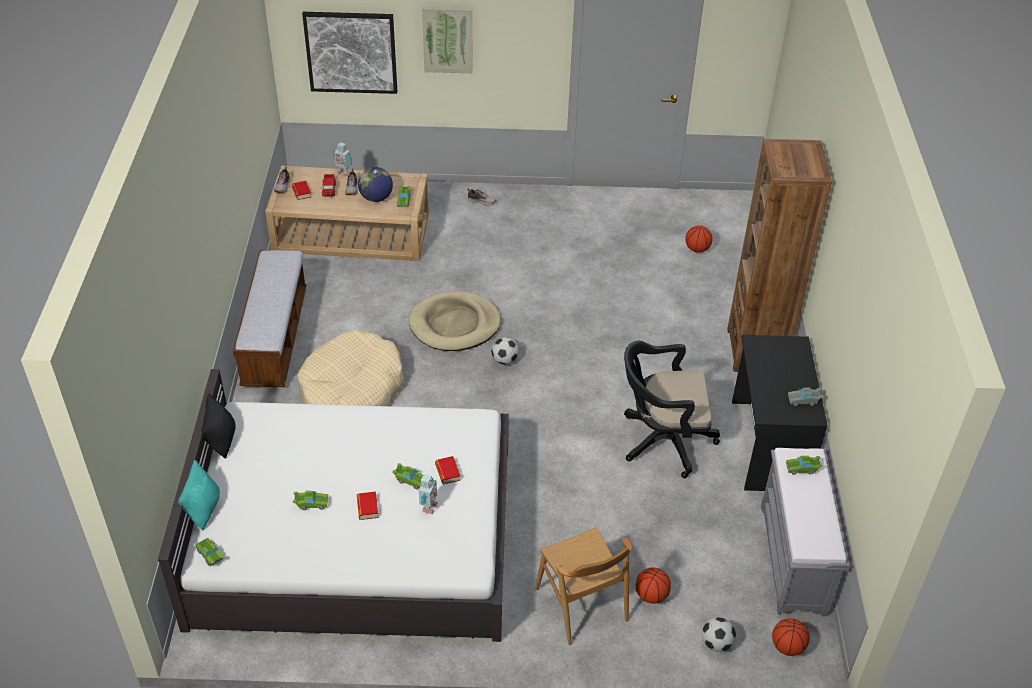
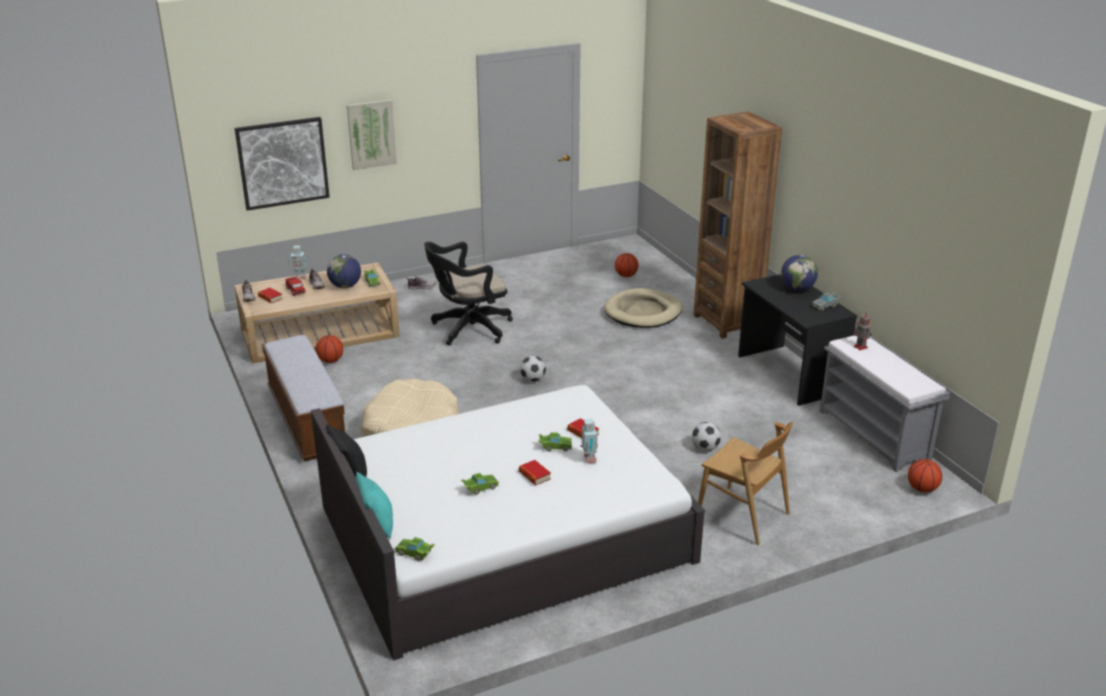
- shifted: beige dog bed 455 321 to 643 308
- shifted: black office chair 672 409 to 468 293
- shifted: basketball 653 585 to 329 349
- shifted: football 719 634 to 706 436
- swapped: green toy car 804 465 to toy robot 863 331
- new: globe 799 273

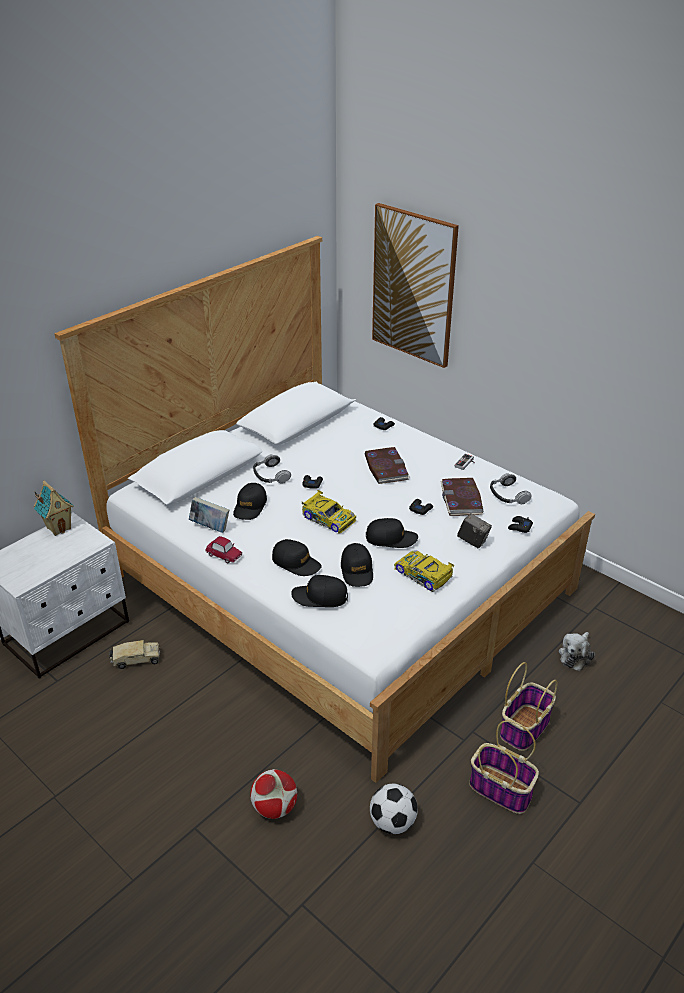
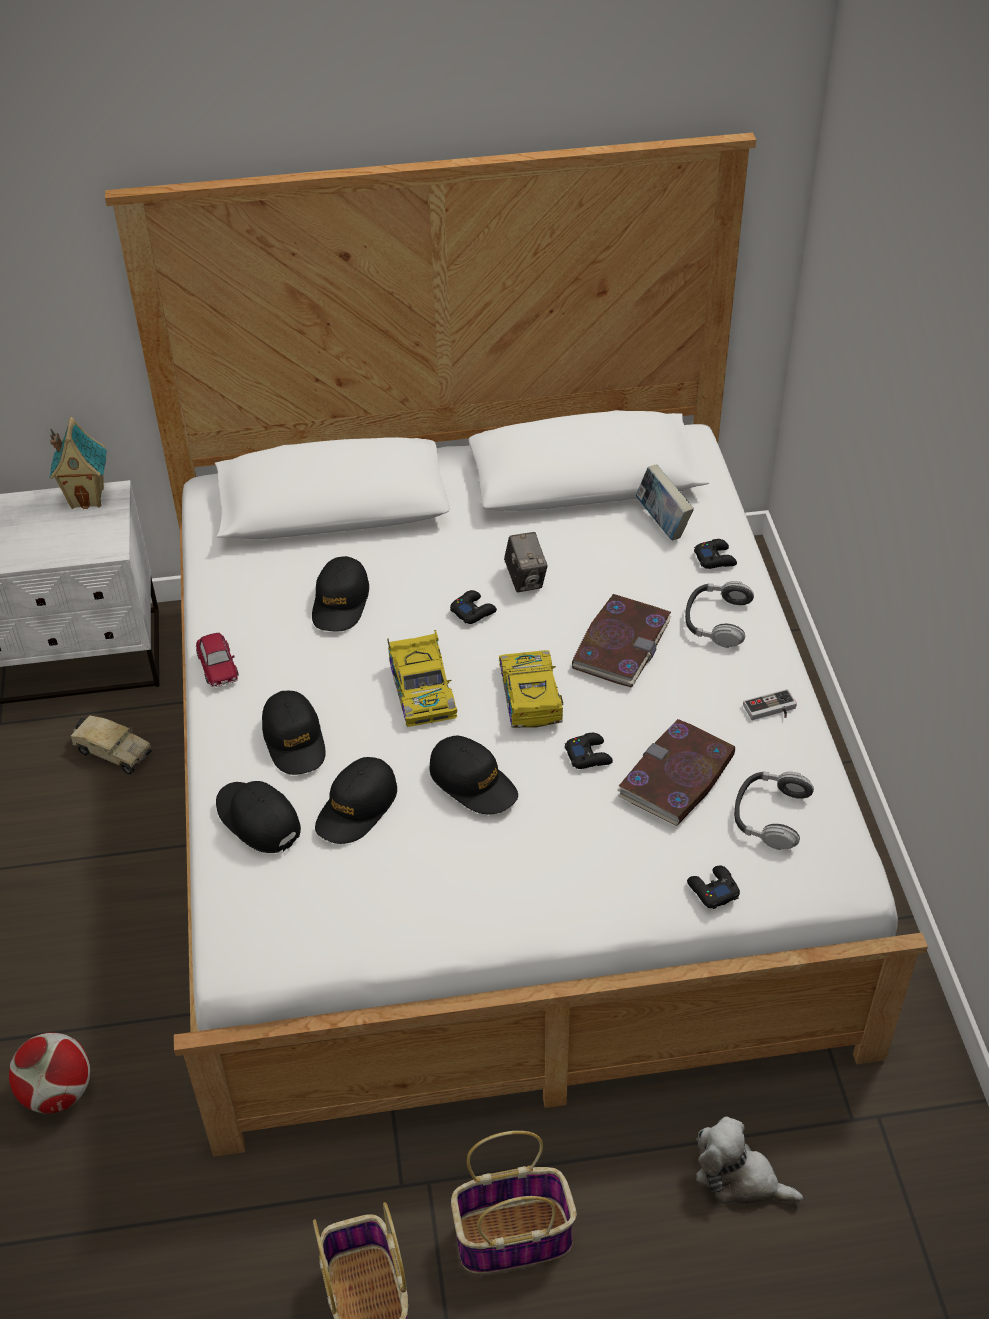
- shifted: book 209 515 to 665 502
- rotated: black cap 250 501 = 340 594 45 degrees counterclockwise
- shifted: headphones 272 468 to 719 614
- gone: football 394 809
- gone: picture 415 285
- shifted: toy car 424 571 to 531 689
- shifted: photo camera 474 530 to 526 562
- rotated: plush toy 577 651 = 749 1160 45 degrees clockwise

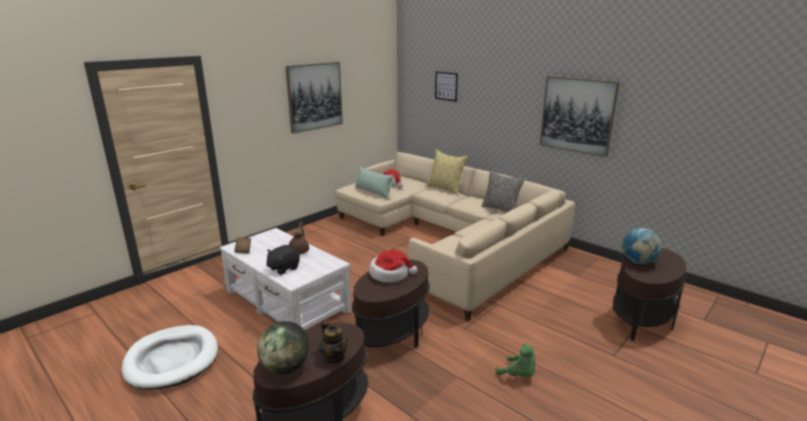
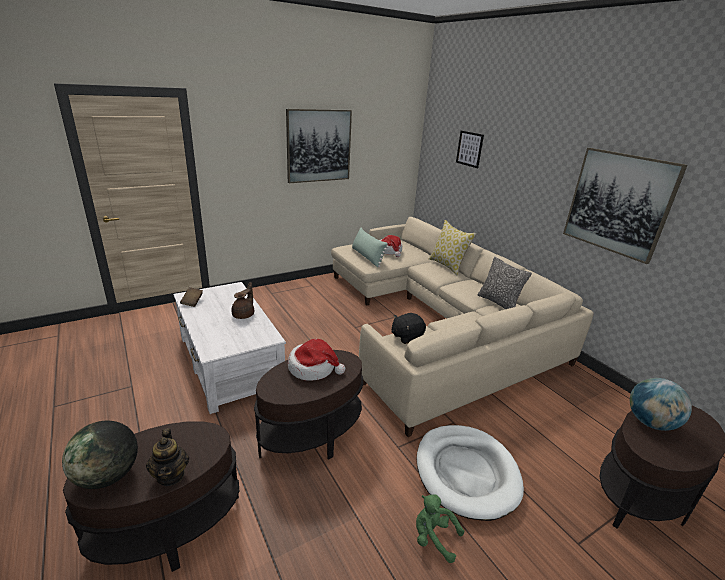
- shifted: white dog bed 170 357 to 470 473
- shifted: black plush toy 283 260 to 409 328
- rotated: green plush toy 516 360 = 440 528 150 degrees clockwise

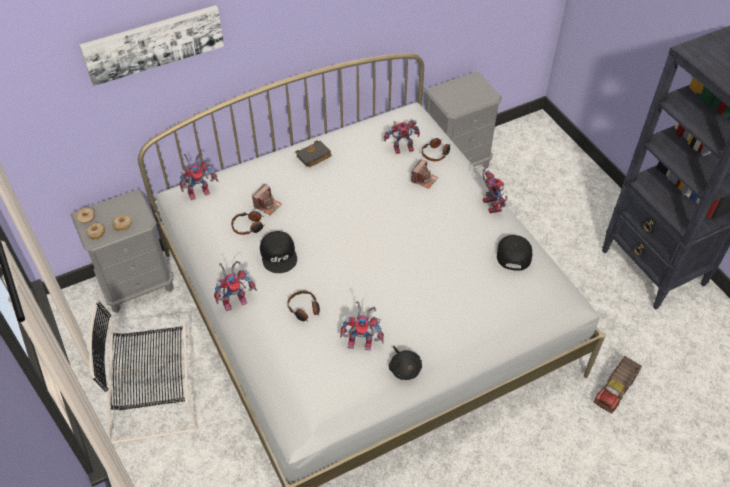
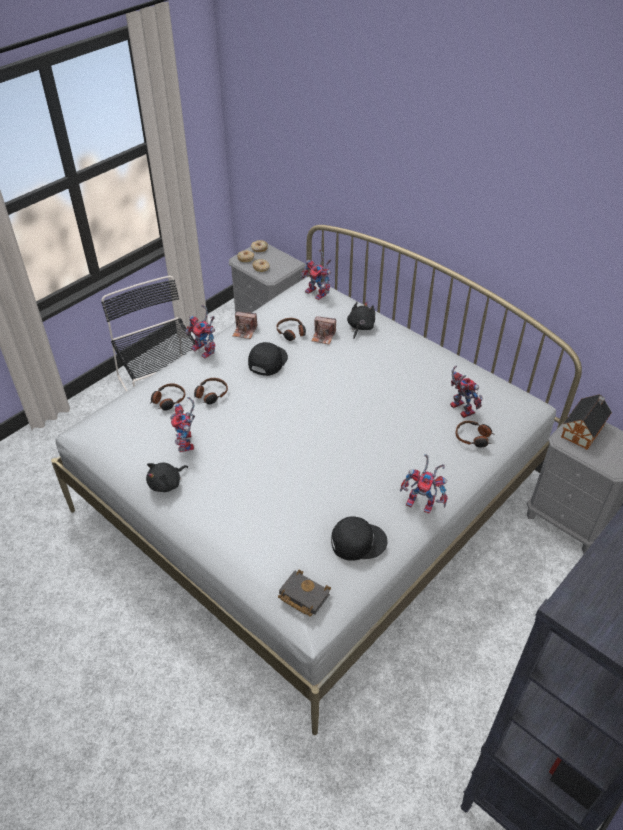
- gone: picture 151 45
- rotated: black cap 278 252 = 268 359 150 degrees clockwise
- shifted: black book 313 153 to 304 593
- shifted: photo camera 424 174 to 245 325
- rotated: toy robot 495 189 = 424 484 60 degrees clockwise
- gone: toy truck 618 385
- new: headphones 167 397
- new: black plush toy 361 320
- new: toy house 586 422

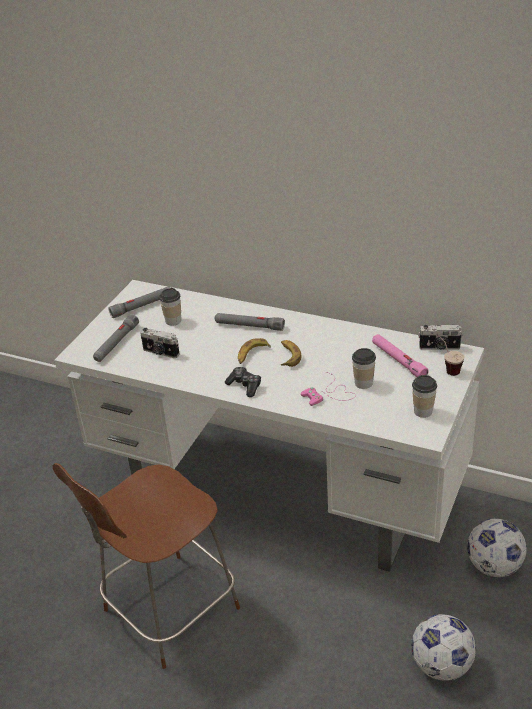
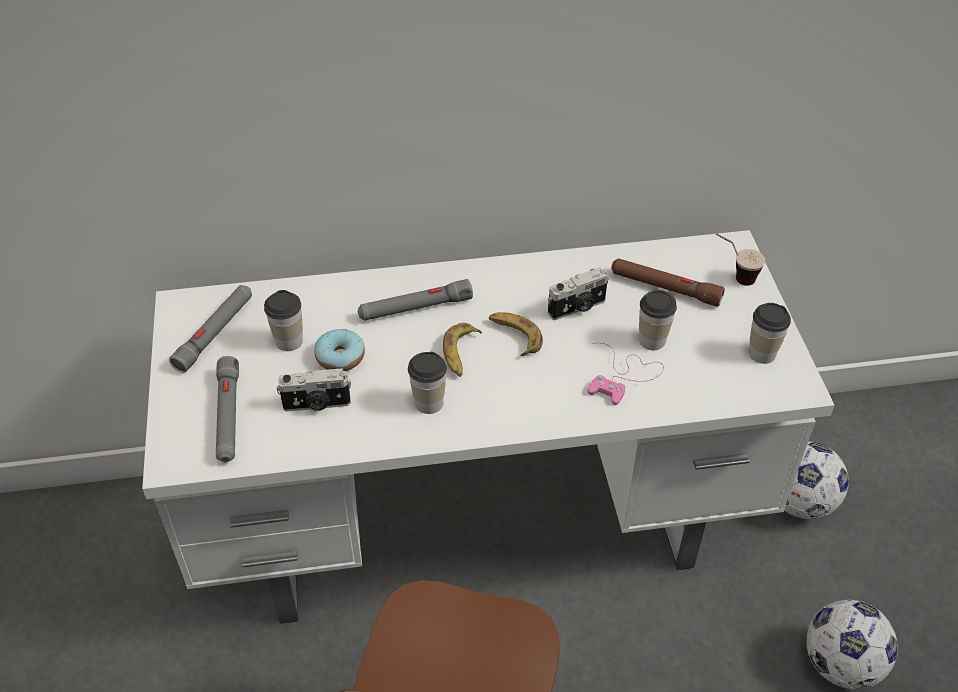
- gone: game controller 243 382
- repainted: pink flashlight 400 355 to brown flashlight 668 282
- shifted: photo camera 440 337 to 578 293
- new: donut 339 350
- new: cup 427 383

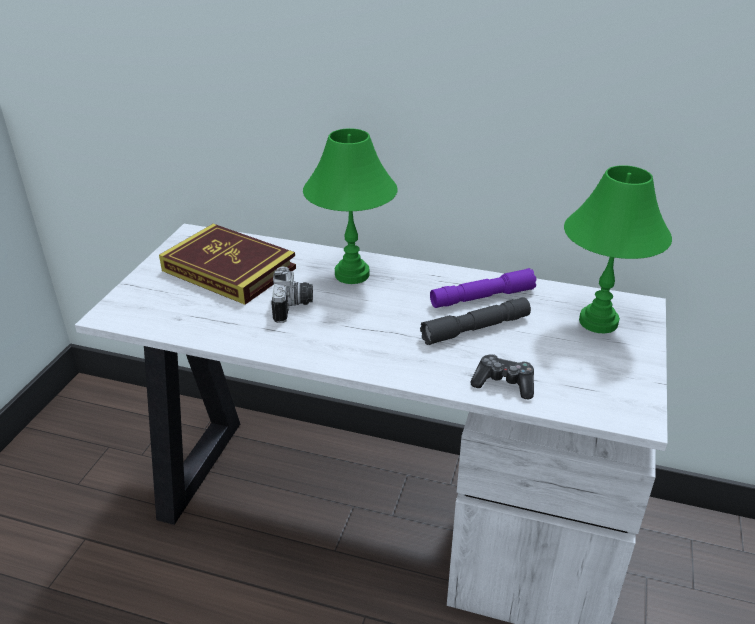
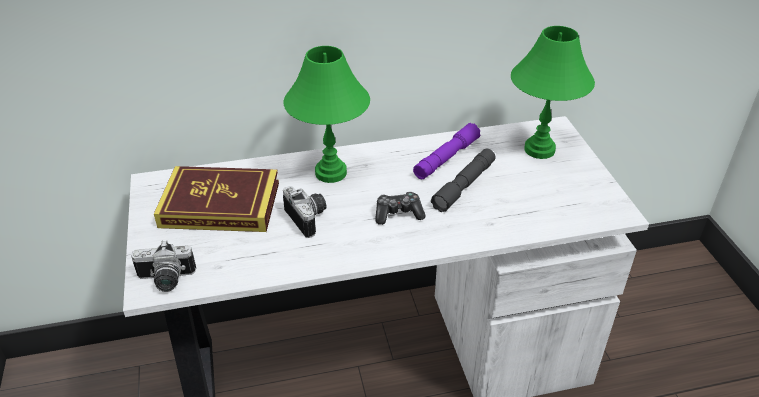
- shifted: game controller 502 376 to 400 208
- new: photo camera 163 266

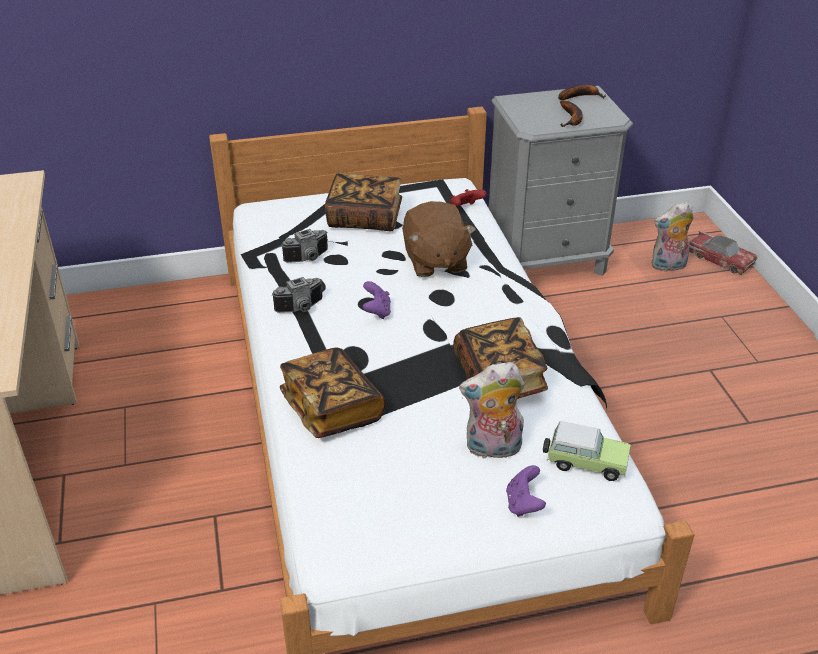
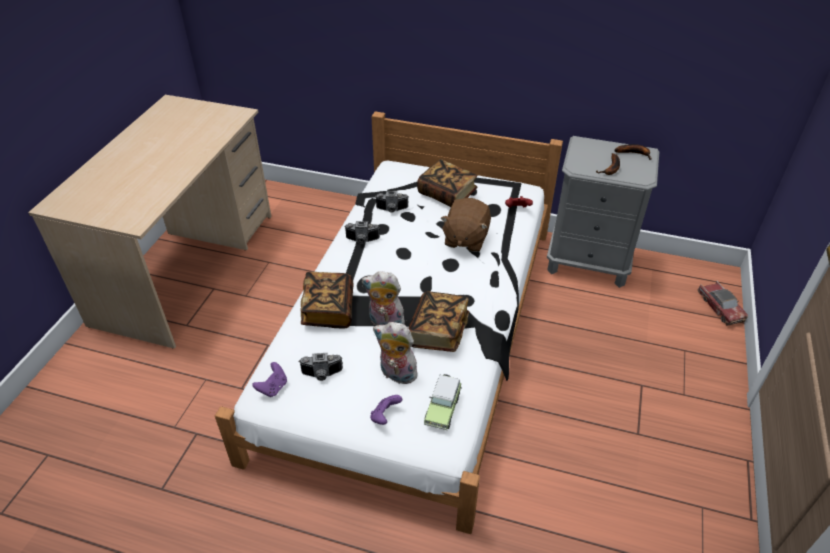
- shifted: purple game controller 377 300 to 269 379
- rotated: toy car 587 451 = 443 402 60 degrees clockwise
- shifted: plush toy 672 237 to 383 298
- new: photo camera 321 367

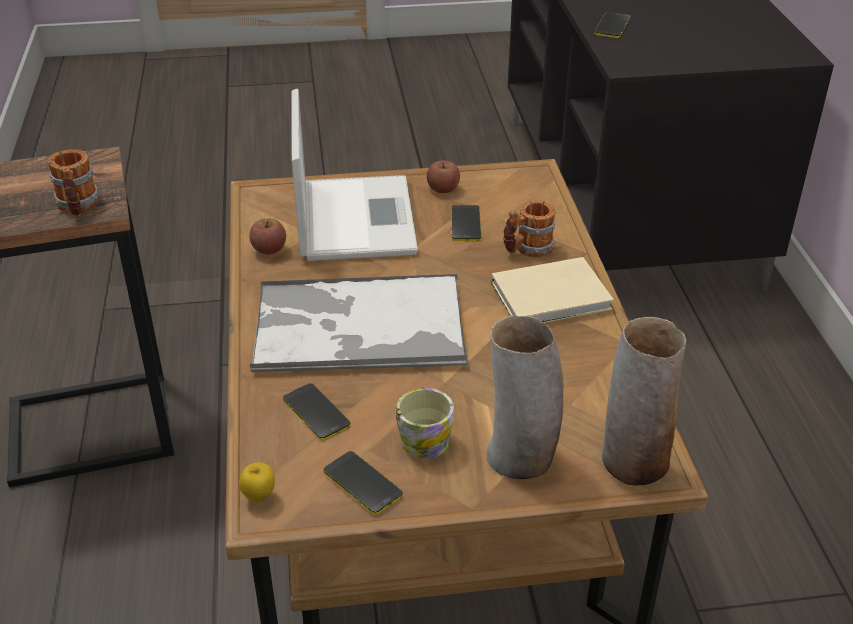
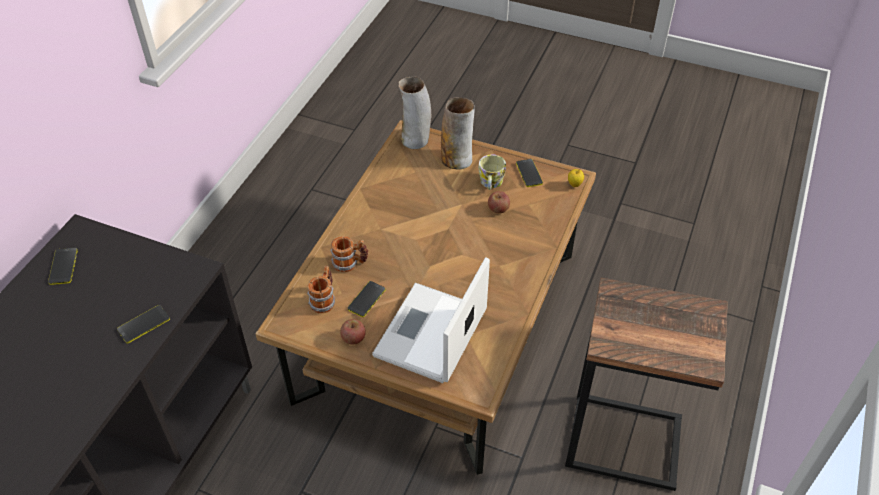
- shifted: mug 73 183 to 321 289
- shifted: apple 267 236 to 499 202
- gone: tray 359 323
- shifted: phone 317 411 to 63 266
- gone: beige book 552 290

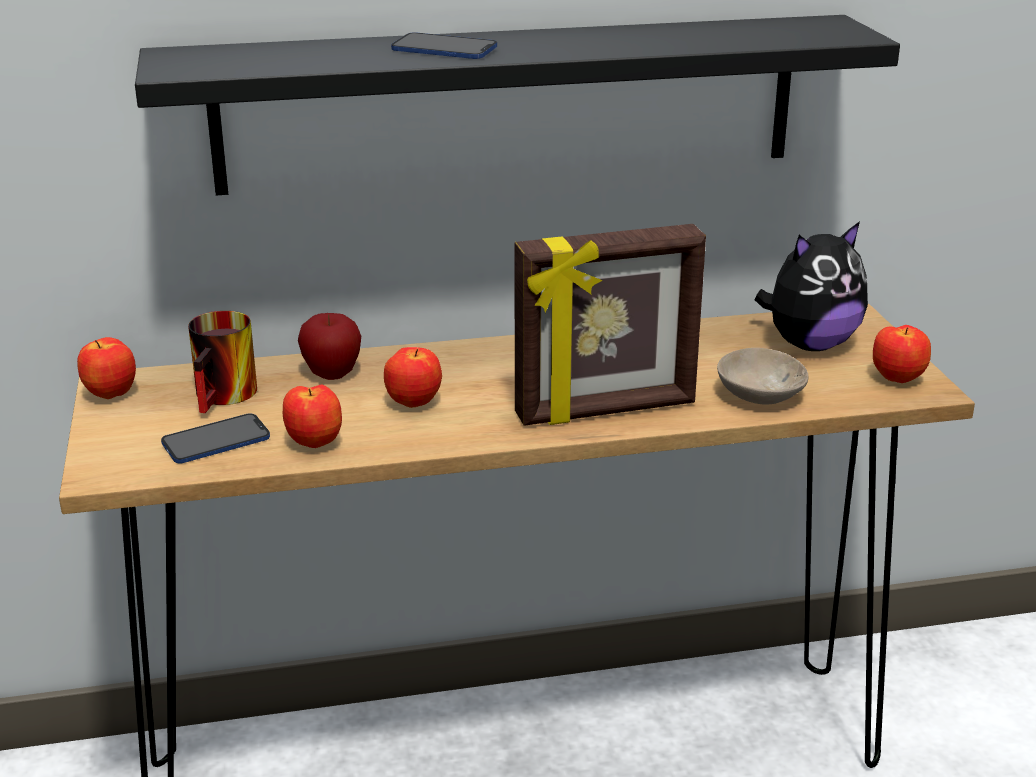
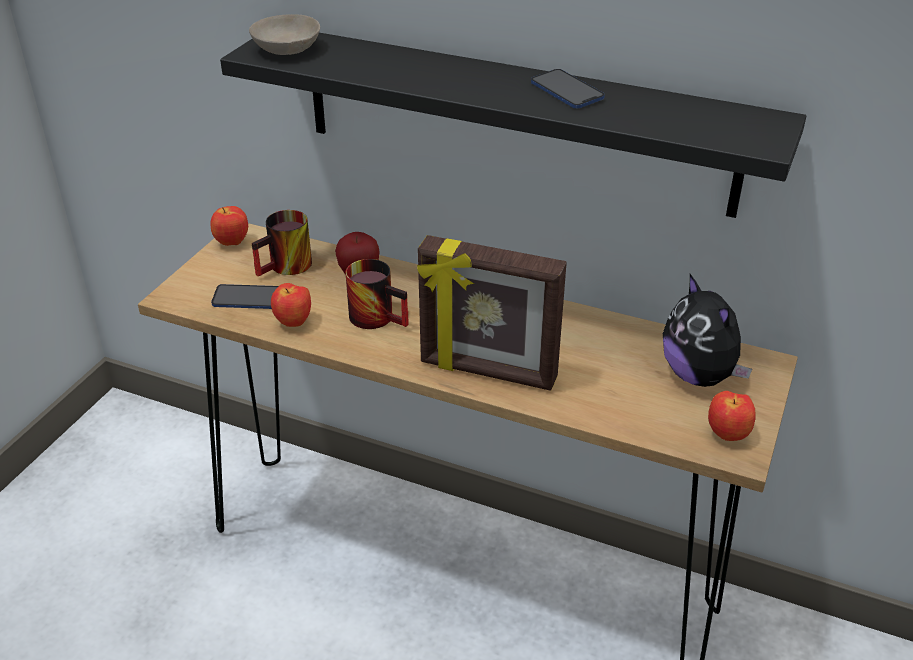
- swapped: apple 413 377 to mug 377 294
- shifted: phone 444 45 to 568 88
- shifted: beige bowl 763 376 to 284 34
- rotated: plush toy 811 286 = 707 330 60 degrees clockwise

